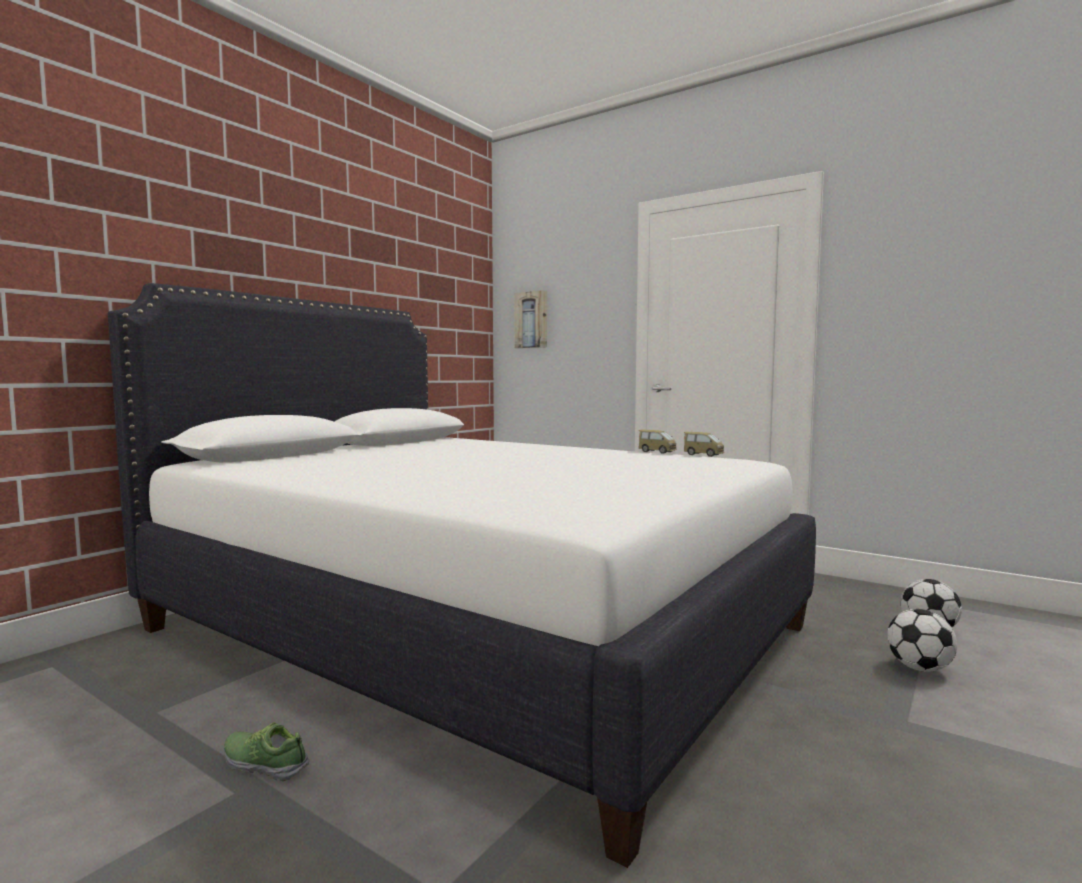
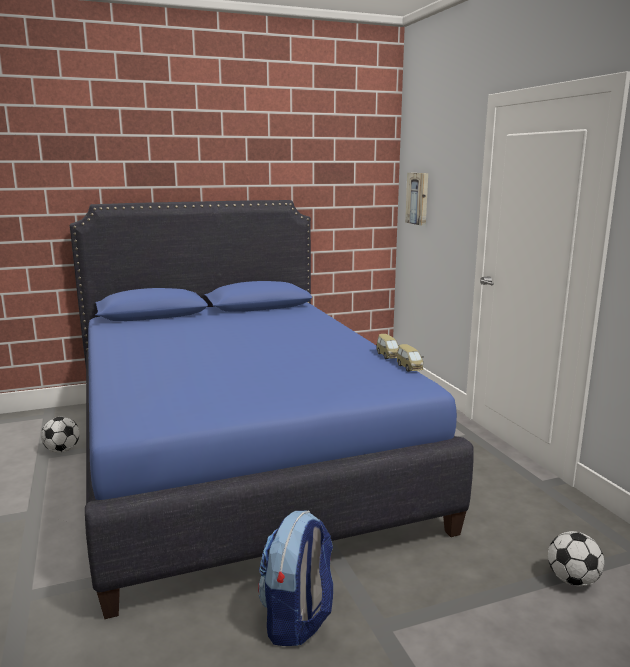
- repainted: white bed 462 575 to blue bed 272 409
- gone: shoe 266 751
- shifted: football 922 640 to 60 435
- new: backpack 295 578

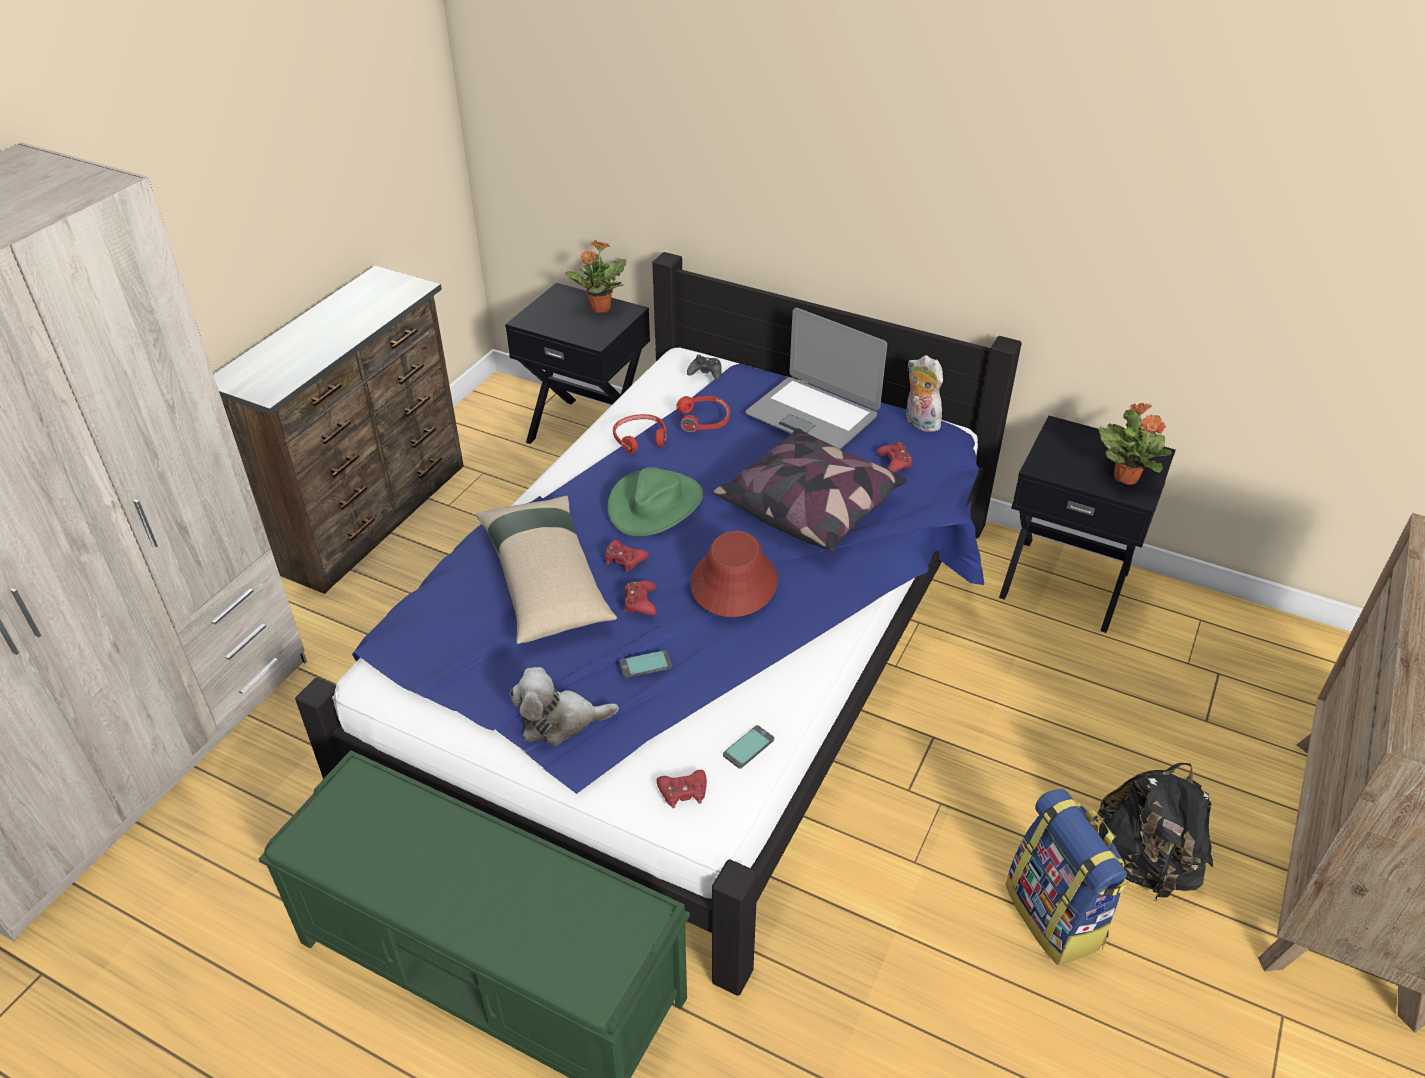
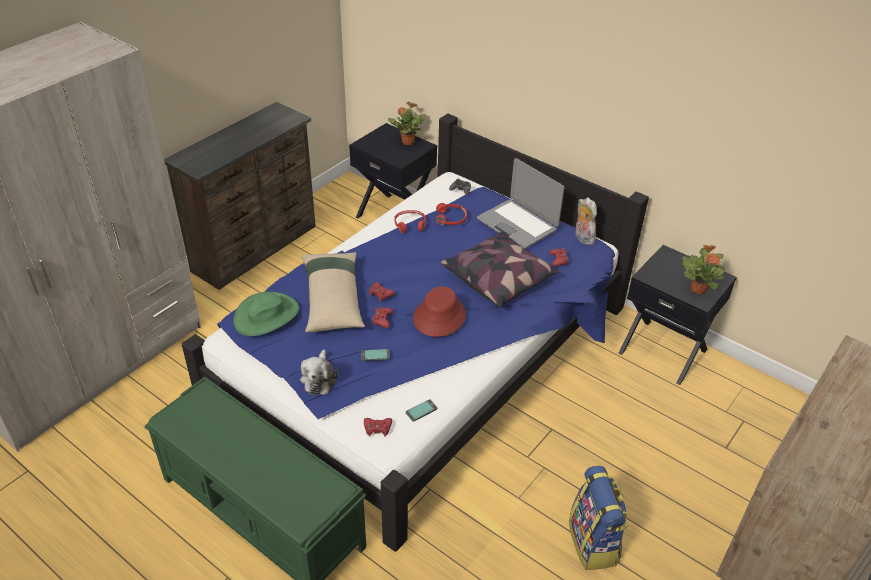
- rotated: plush toy 564 706 = 319 372 90 degrees counterclockwise
- shifted: green hat 655 501 to 266 314
- gone: black backpack 1153 831

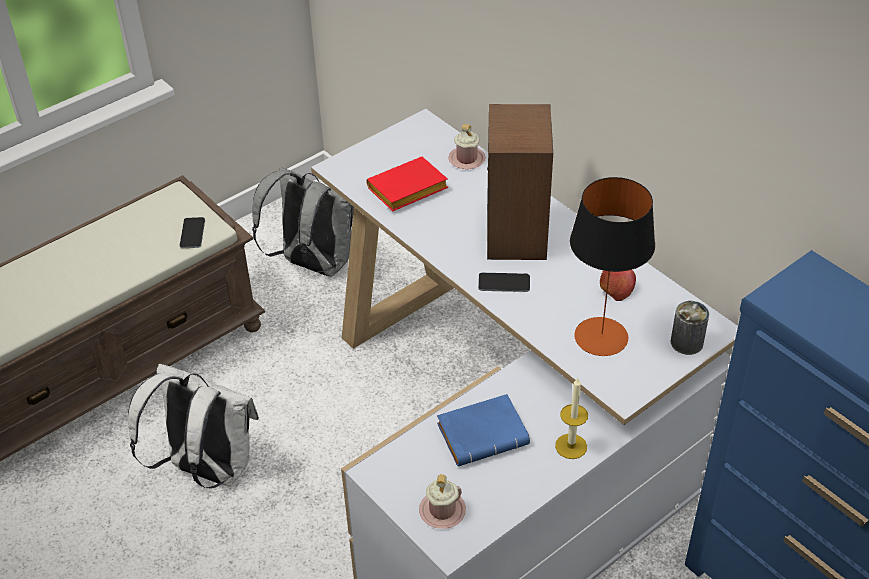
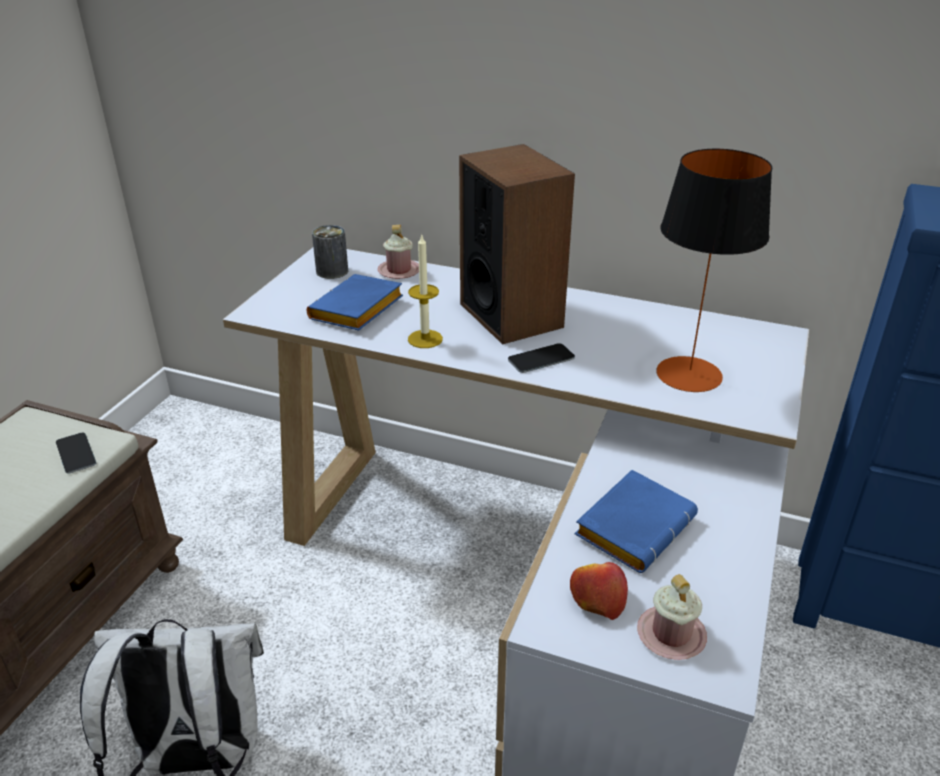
- gone: grey backpack 303 221
- repainted: red book 407 184 to blue book 355 302
- shifted: candle 571 418 to 425 291
- shifted: apple 618 285 to 599 591
- shifted: can 690 328 to 330 252

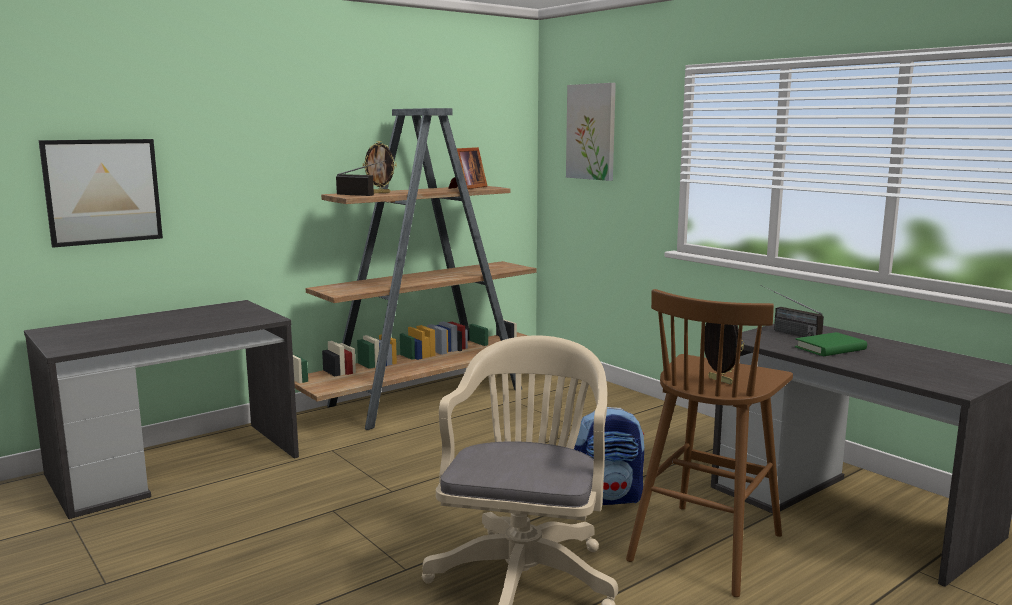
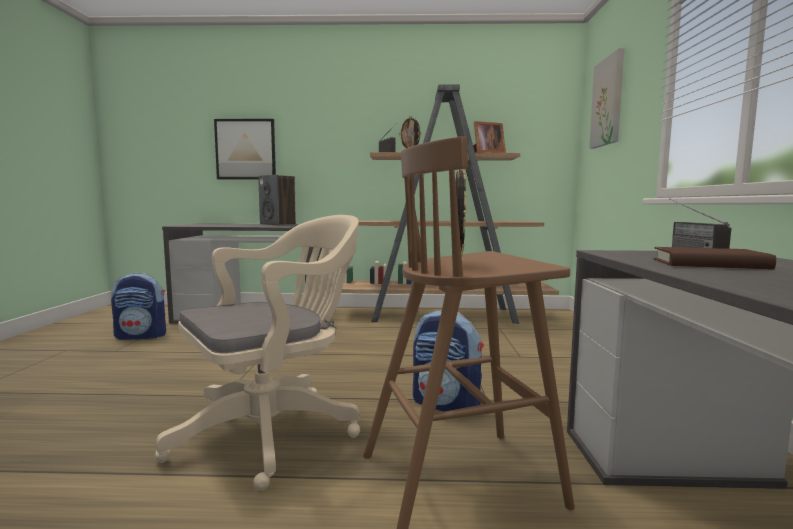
- repainted: green book 831 344 to brown book 715 258
- new: backpack 138 306
- new: speaker 277 200

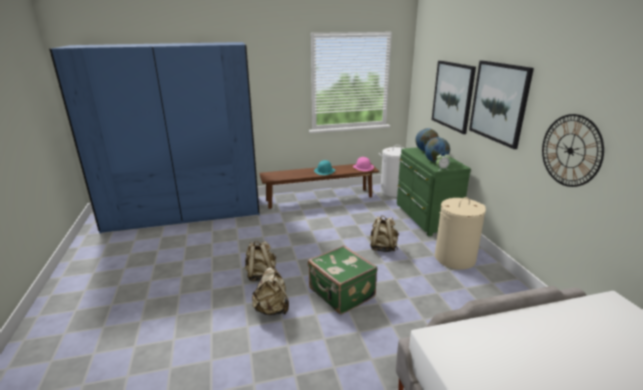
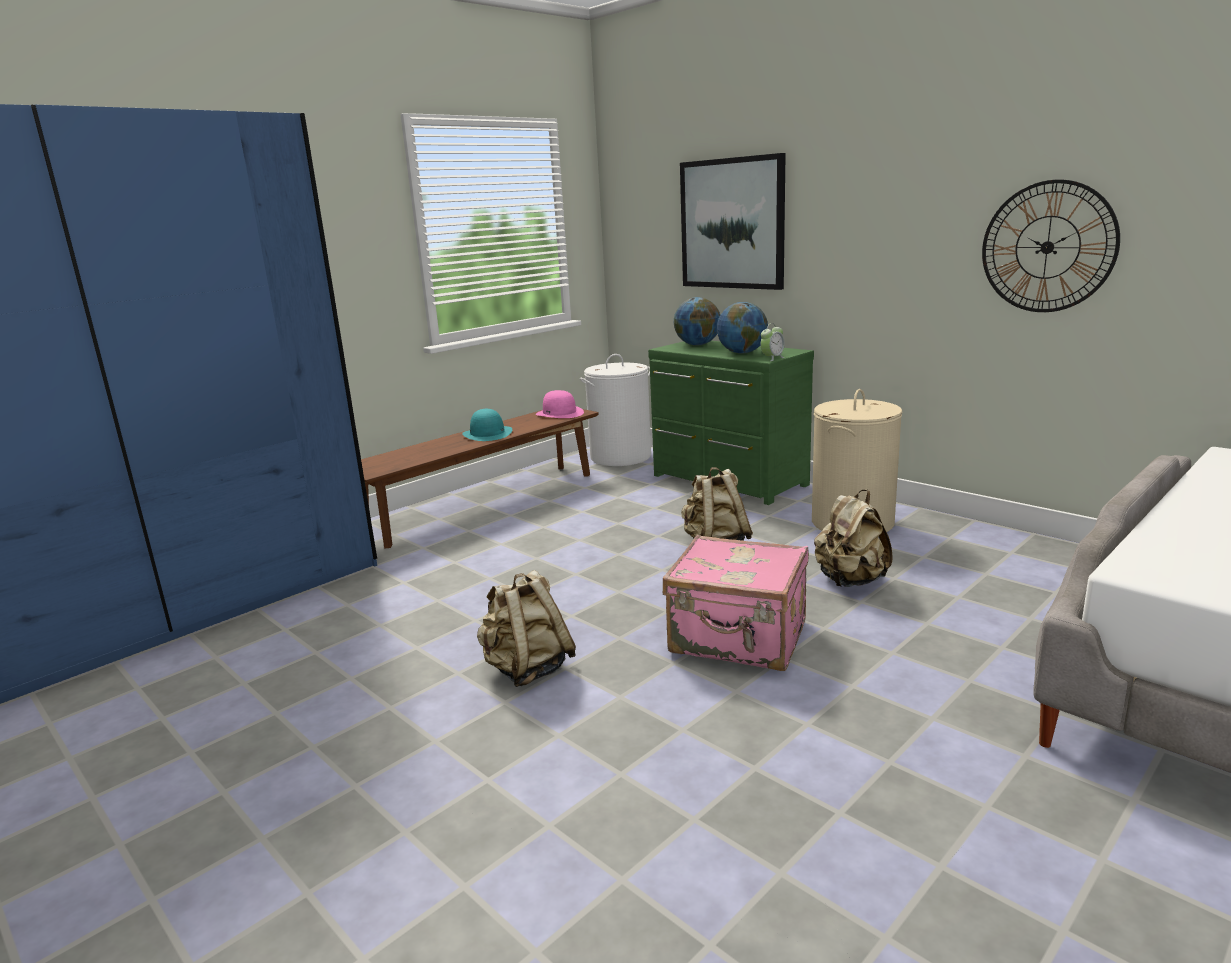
- shifted: beige backpack 270 291 to 853 538
- repainted: green suitcase 342 279 to pink suitcase 736 603
- gone: picture 501 104

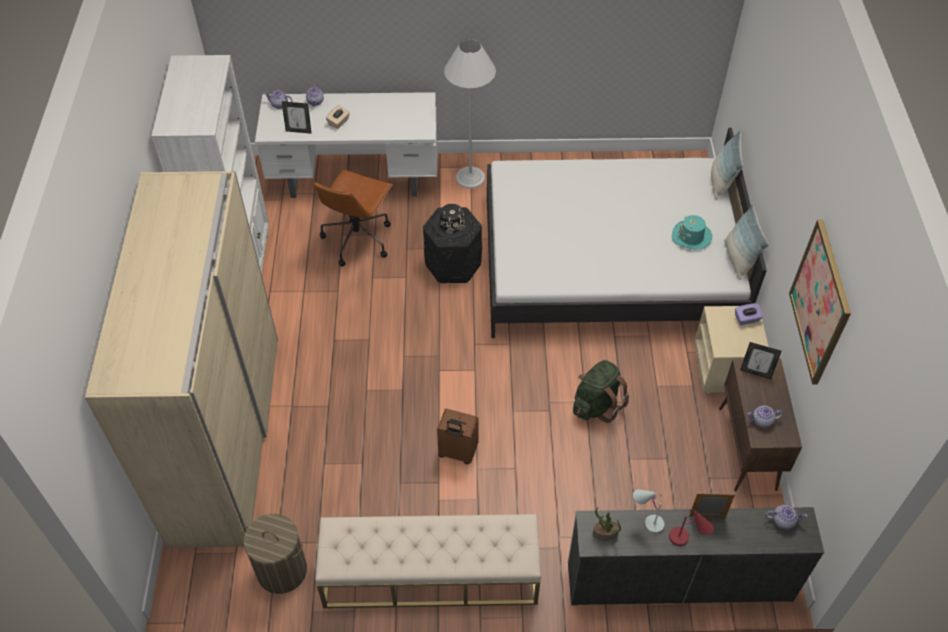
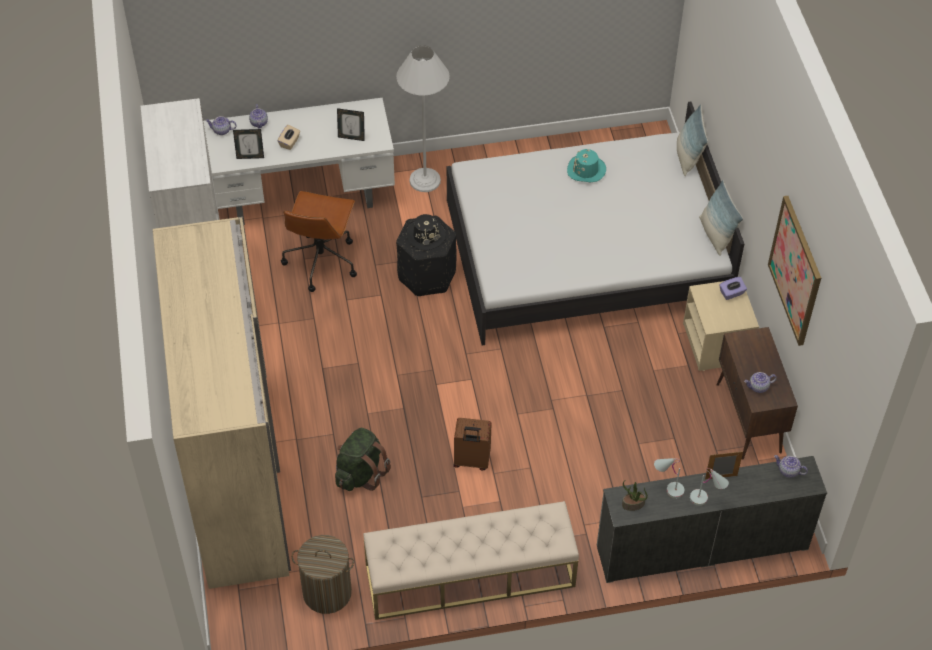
- shifted: green backpack 601 391 to 363 459
- repainted: red table lamp 691 527 to white table lamp 709 487
- shifted: turquoise hat 692 232 to 586 165
- shifted: picture frame 761 360 to 351 124
- rotated: teapot 786 517 = 791 466 150 degrees counterclockwise

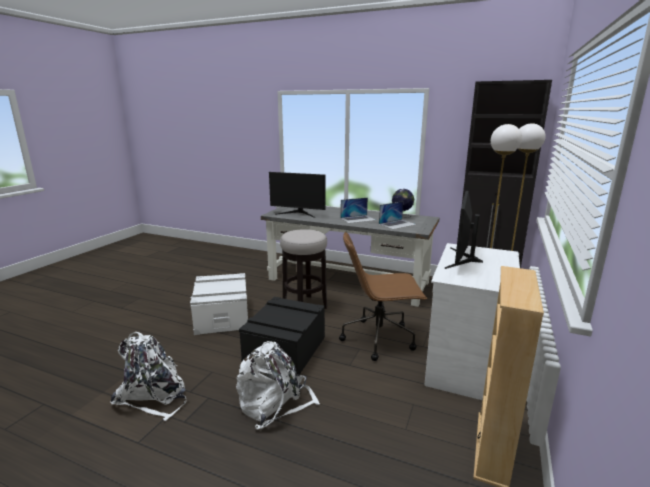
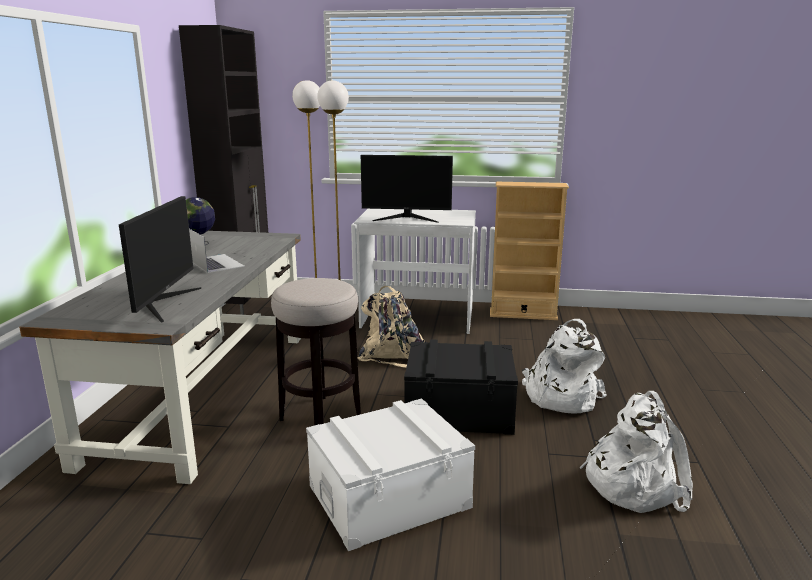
- swapped: brown office chair 383 296 to beige backpack 392 327
- gone: laptop 398 215

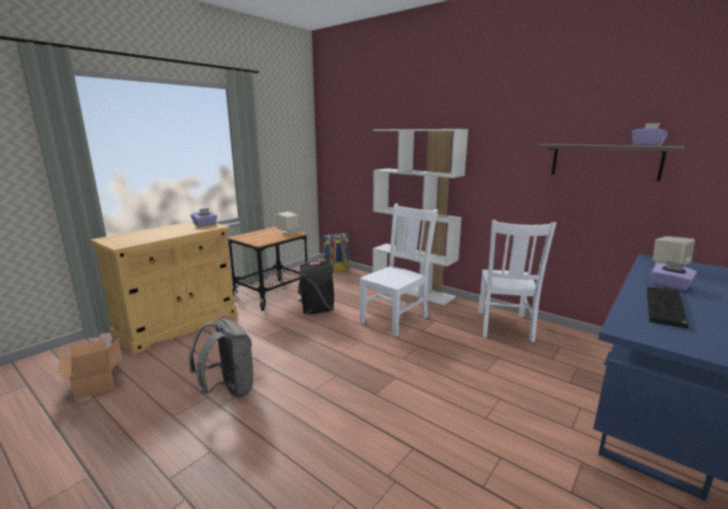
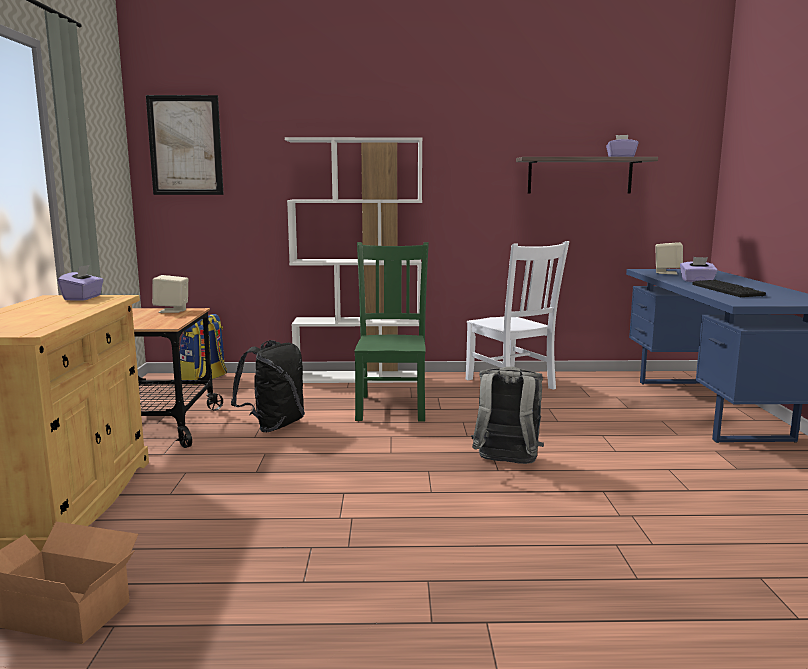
- shifted: grey backpack 221 358 to 507 415
- repainted: white chair 398 270 to green chair 391 331
- new: picture 185 145

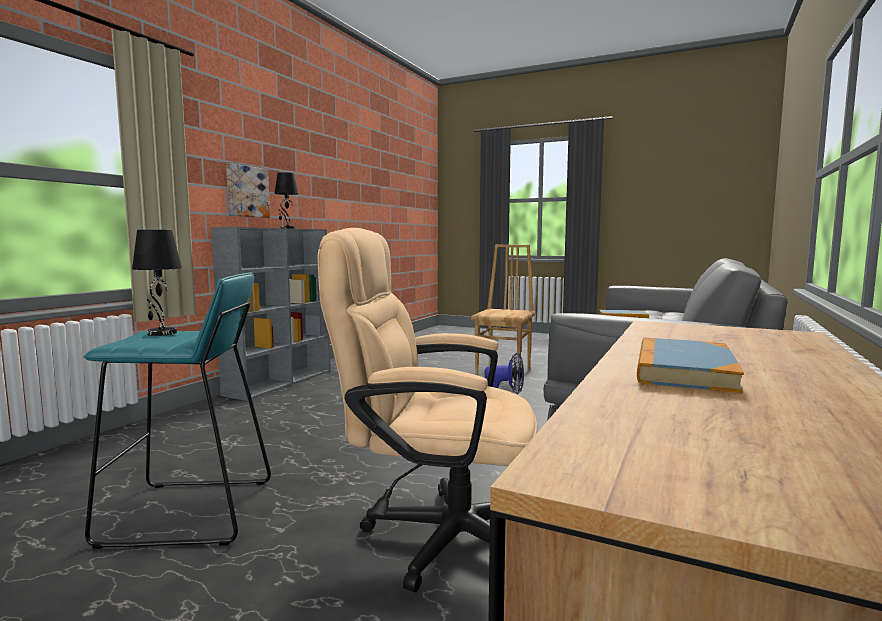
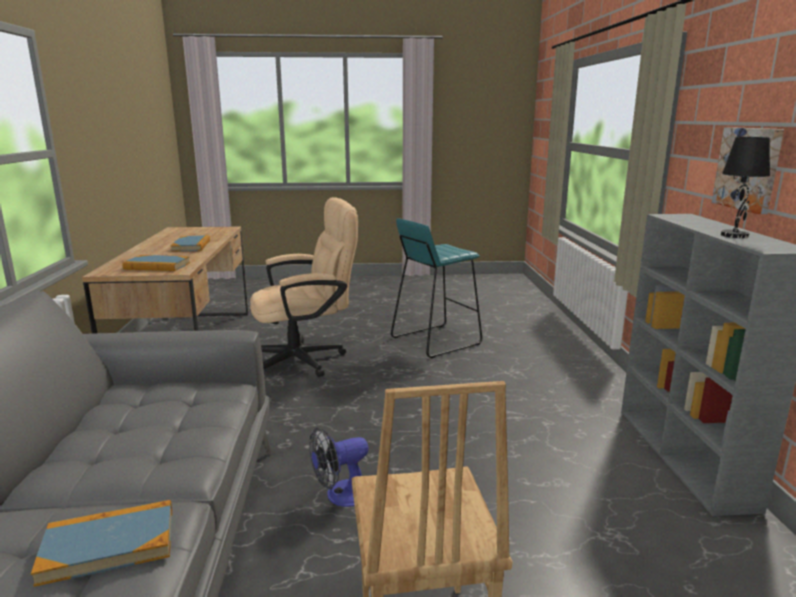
- gone: black table lamp 157 283
- new: book 156 263

